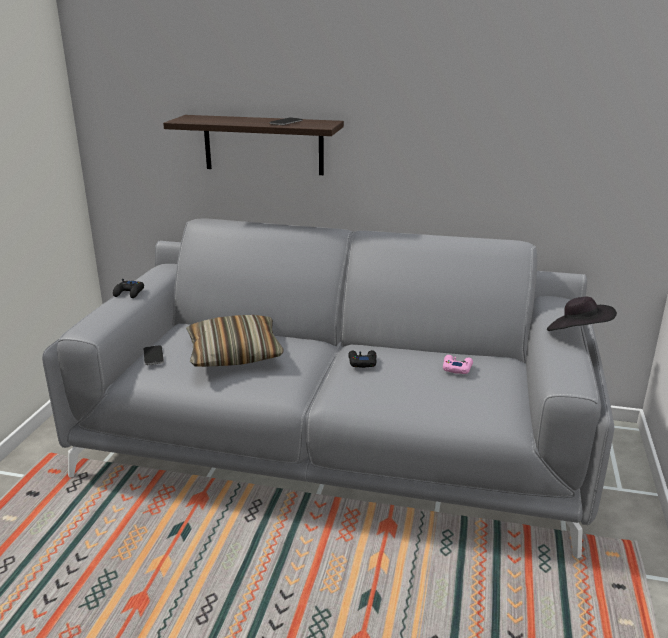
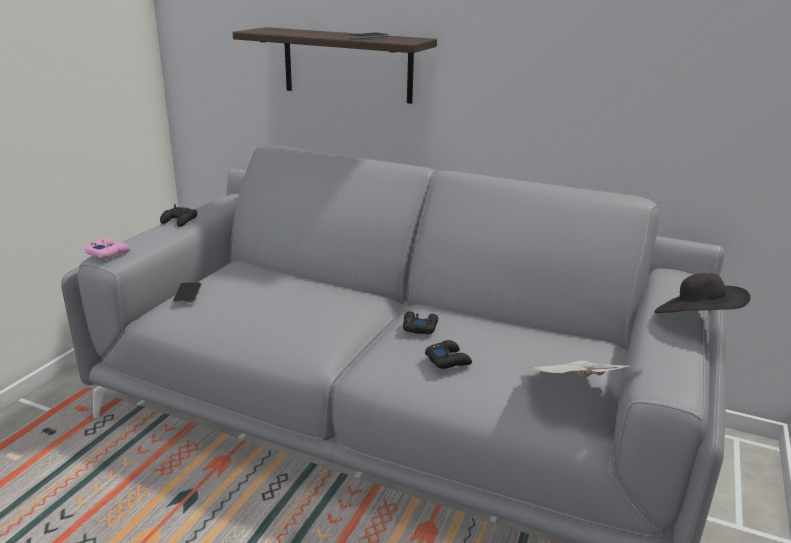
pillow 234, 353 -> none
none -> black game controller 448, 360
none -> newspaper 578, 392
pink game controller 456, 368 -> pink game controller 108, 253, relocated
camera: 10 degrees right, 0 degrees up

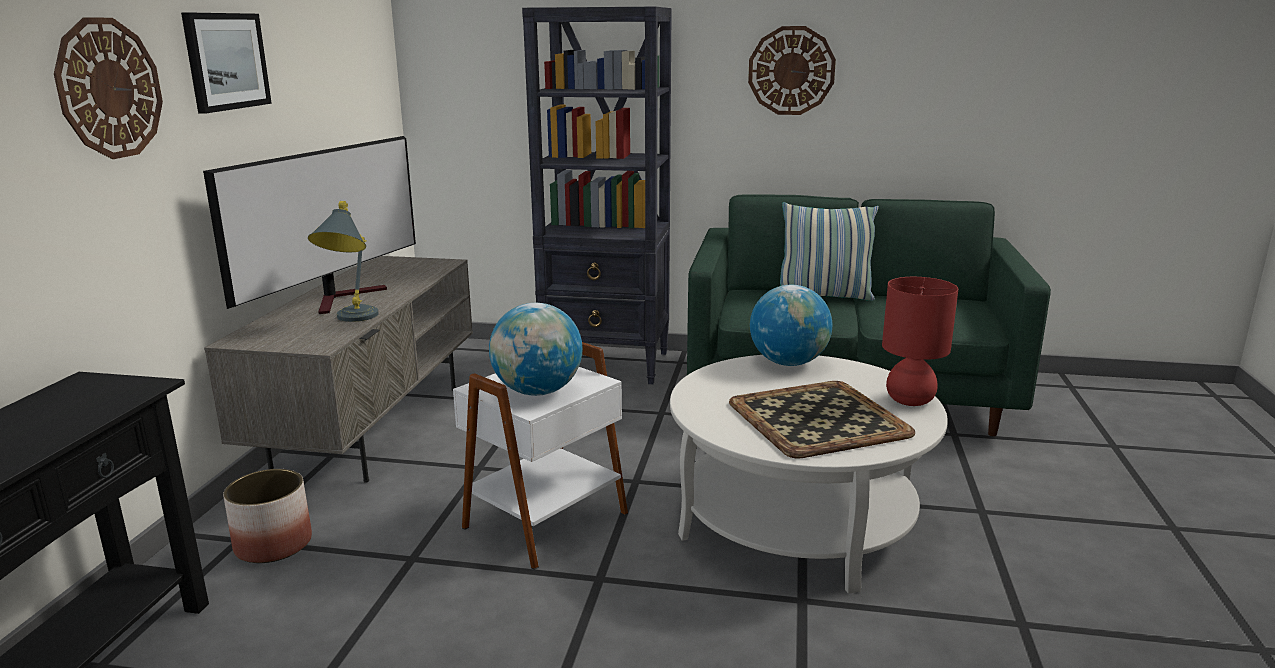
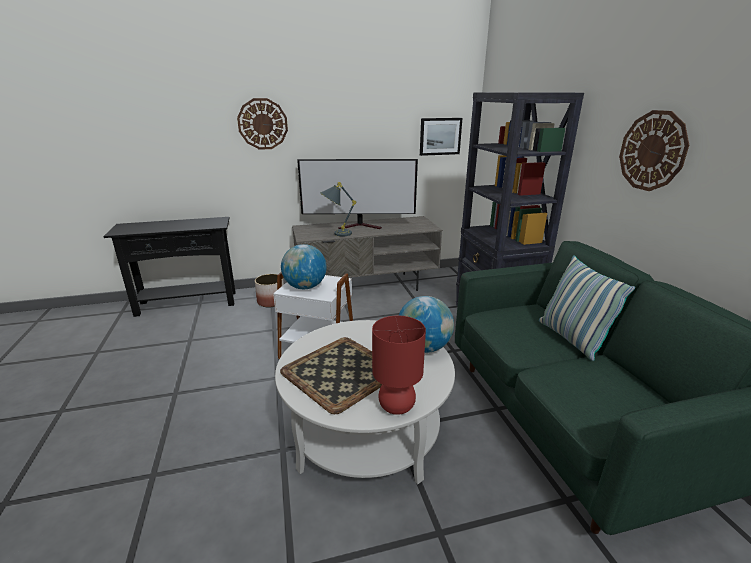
picture 226, 61 -> picture 440, 136, relocated
camera: 65 degrees right, 5 degrees up

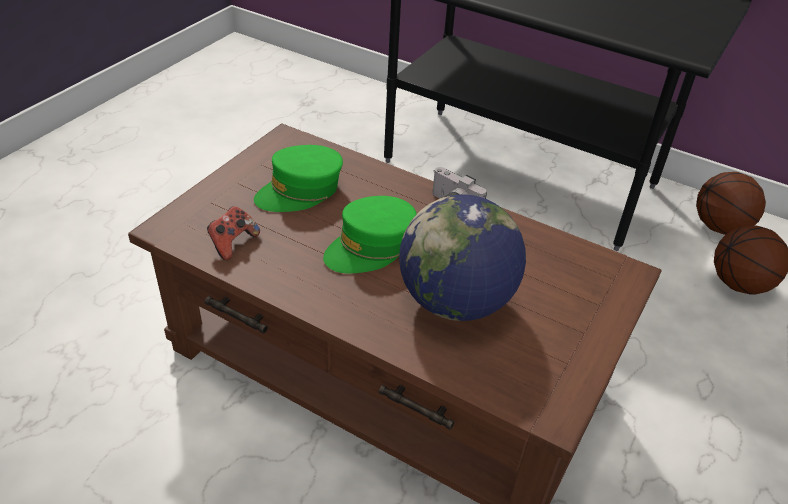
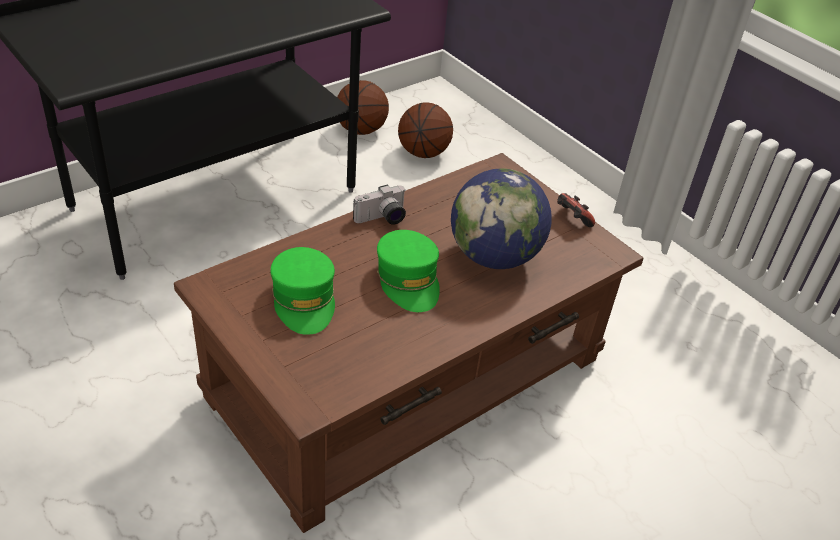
game controller 233, 243 -> game controller 571, 219, relocated
camera: 70 degrees left, 0 degrees up

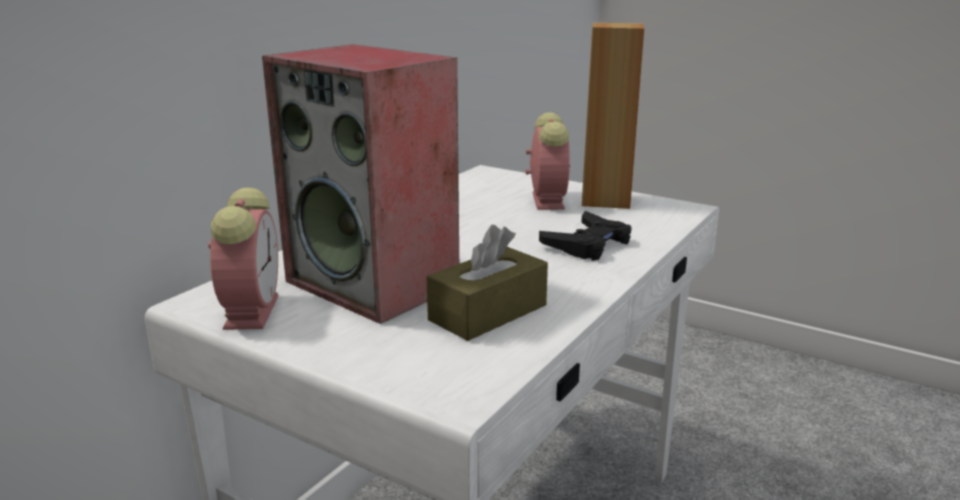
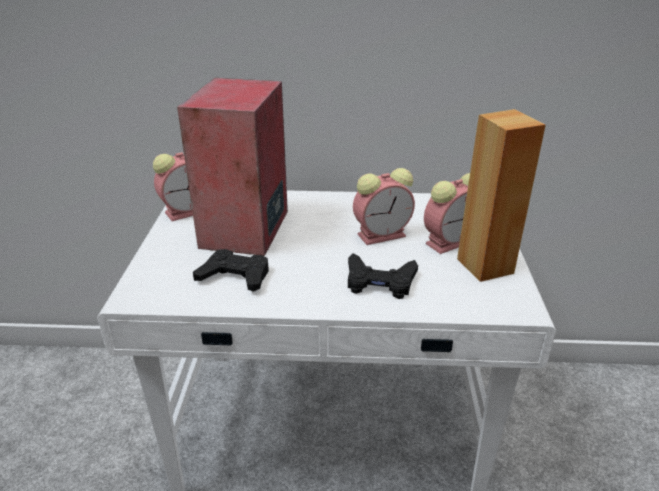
none -> alarm clock 383, 234
brown tissue box 488, 313 -> black game controller 235, 276
camera: 60 degrees right, 10 degrees up

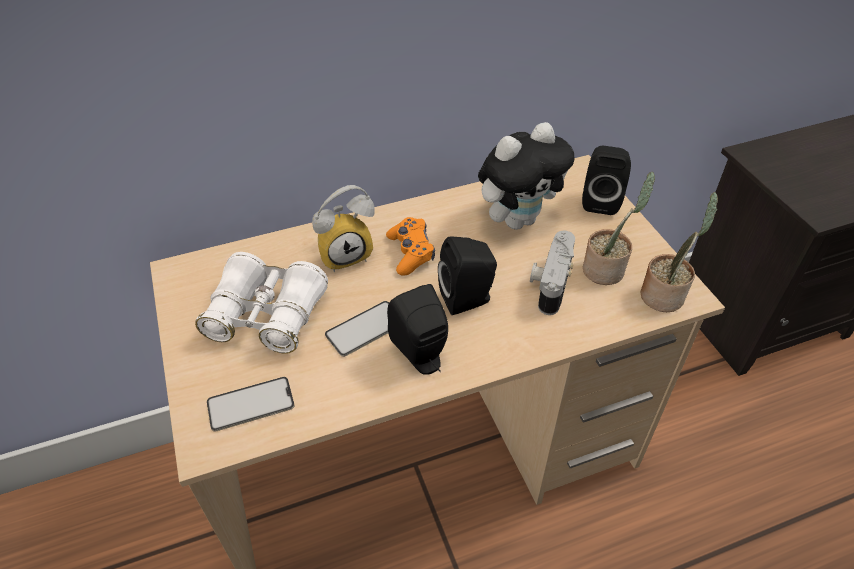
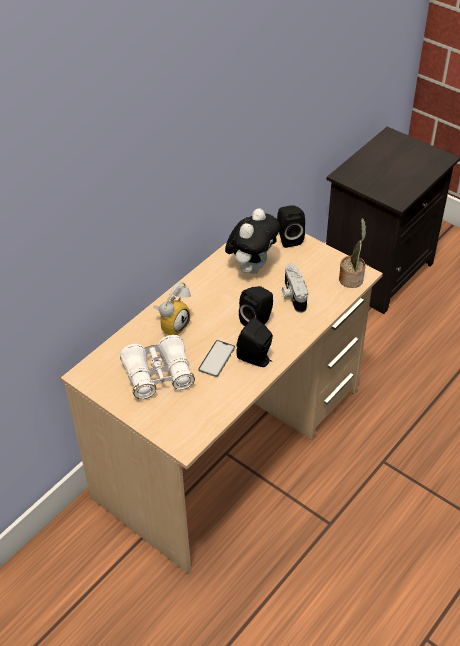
phone 250, 404 -> none
orange game controller 411, 252 -> none
potted plant 606, 269 -> none
camera: 30 degrees left, 0 degrees up

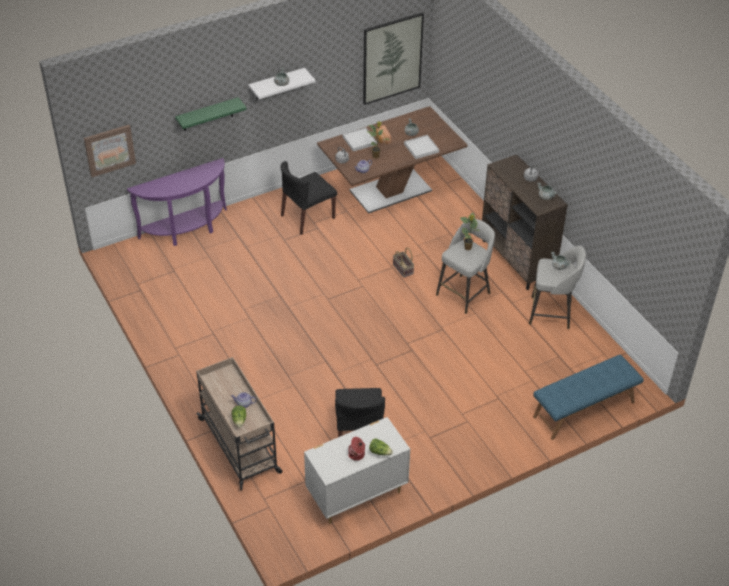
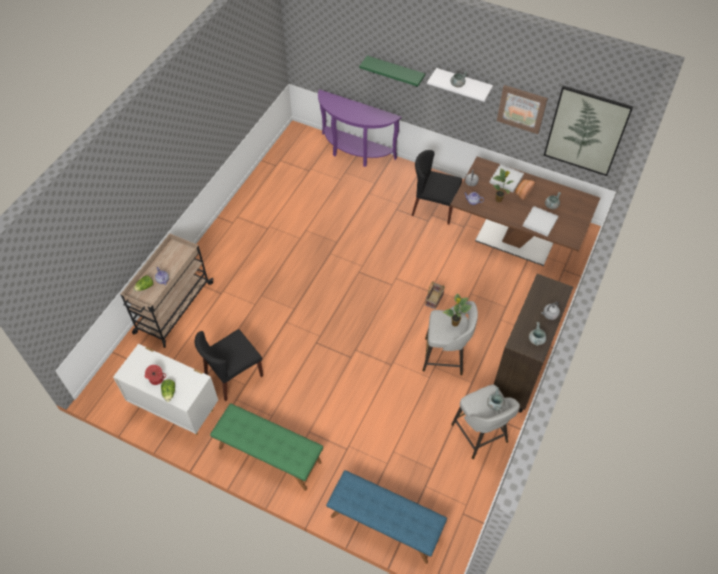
none -> green bench 269, 455
picture 109, 150 -> picture 521, 108, relocated
camera: 55 degrees right, 10 degrees up

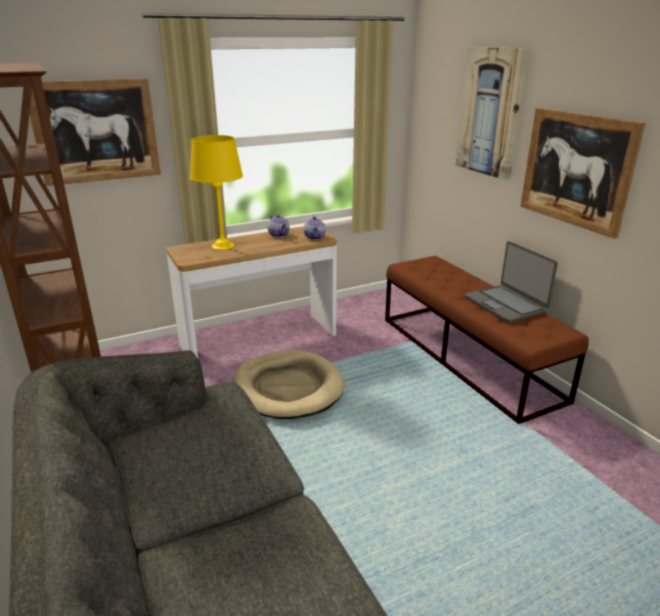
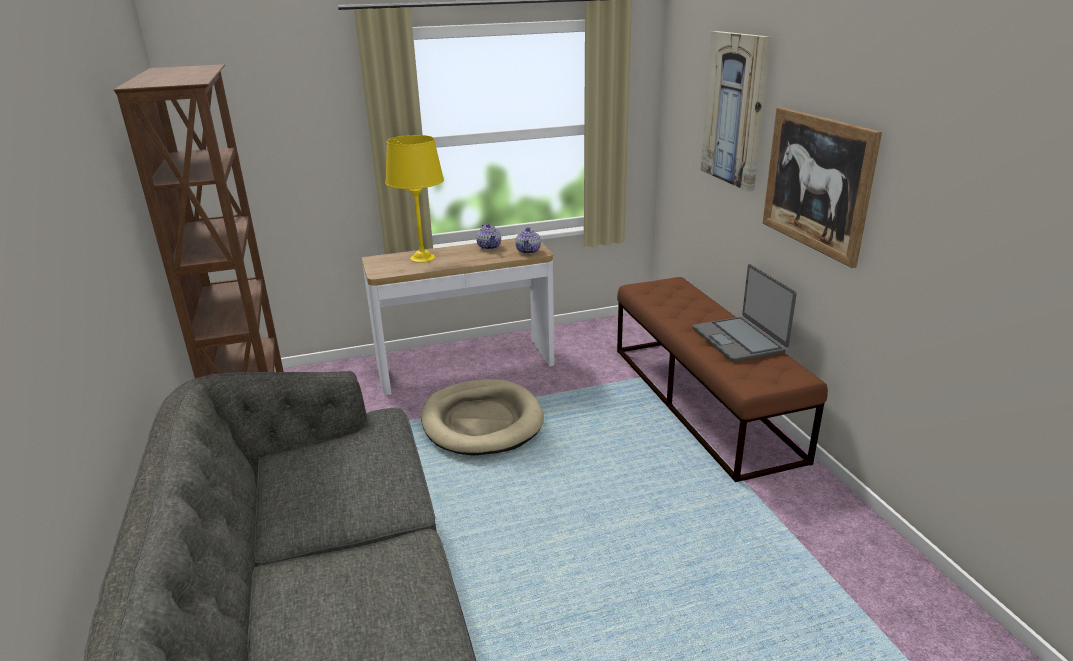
picture 96, 131 -> none
camera: 10 degrees right, 0 degrees up

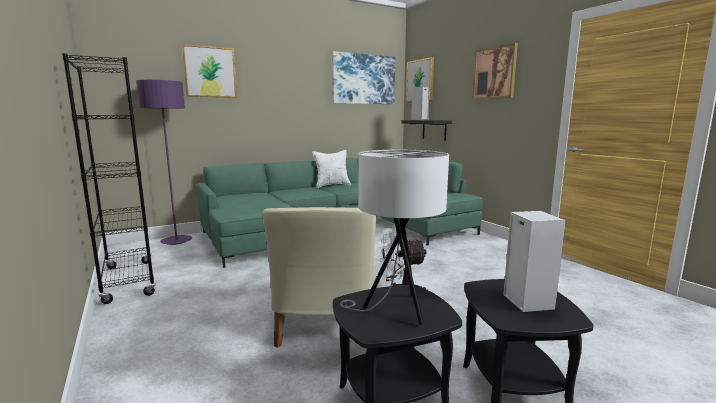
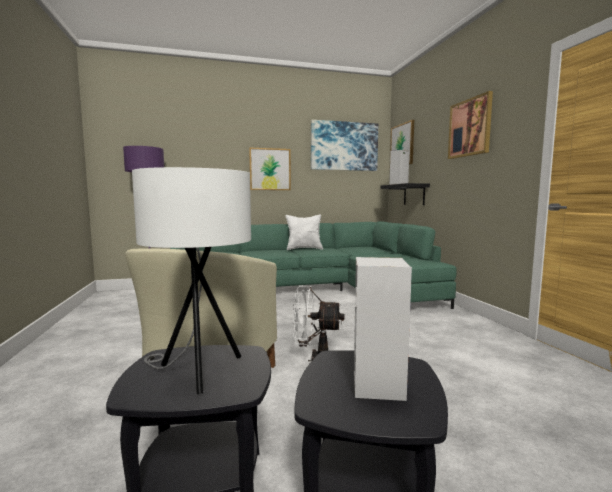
black bookcase 129, 281 -> none
picture 210, 72 -> picture 270, 169, relocated
camera: 15 degrees right, 5 degrees down

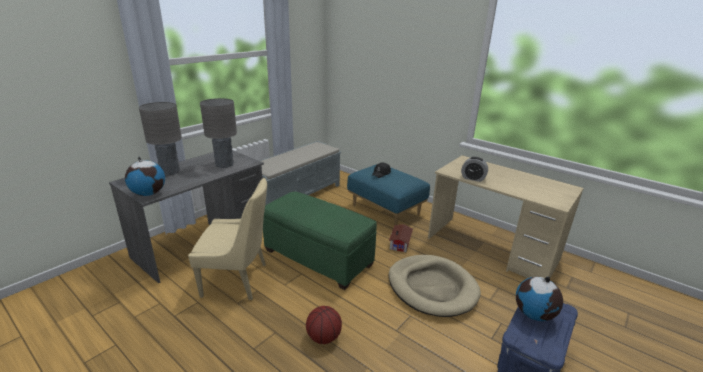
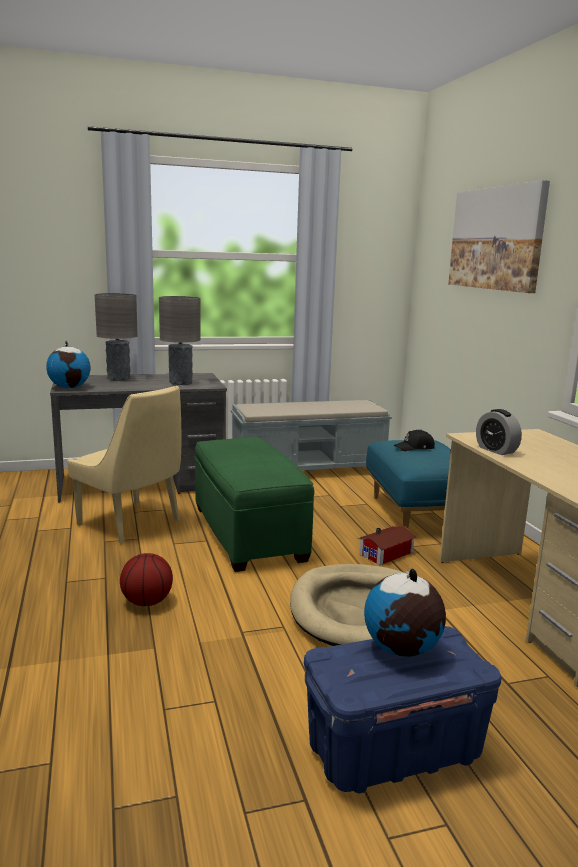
none -> picture 496, 239
camera: 35 degrees right, 10 degrees down

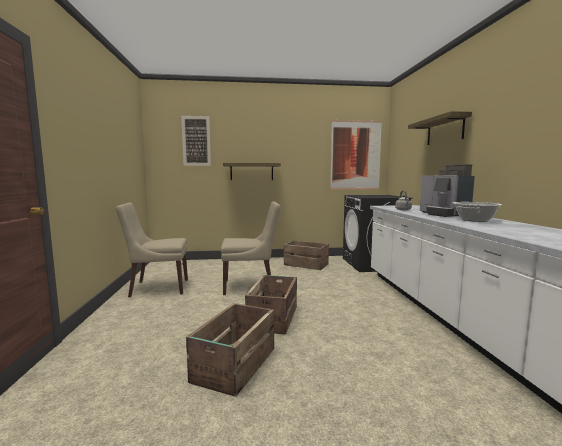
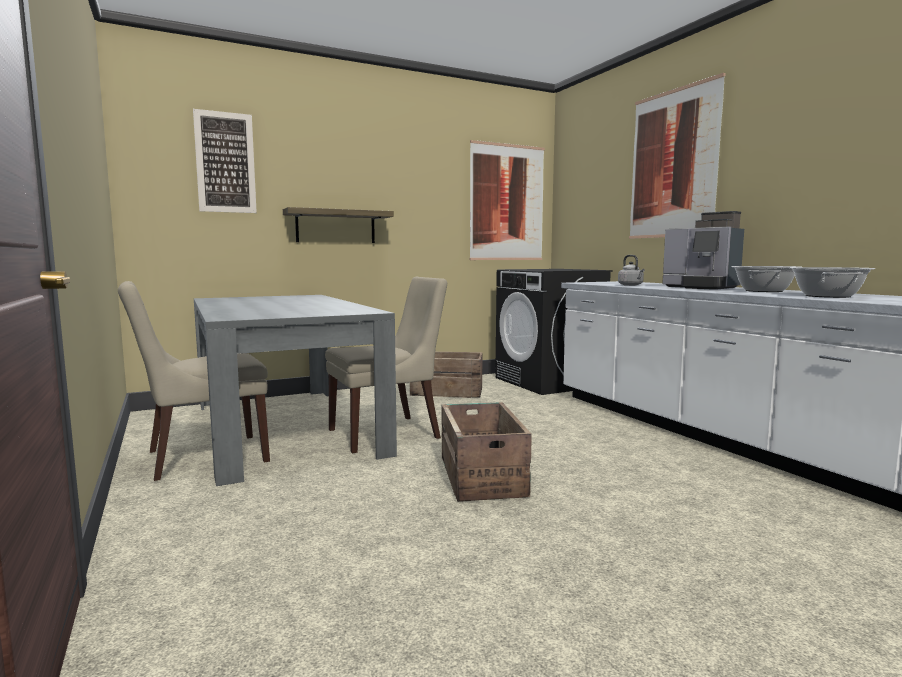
crate 233, 365 -> none
none -> grey dining table 284, 427
none -> cooking pot 827, 296
shelf 445, 130 -> picture 673, 164
camera: 20 degrees left, 0 degrees up

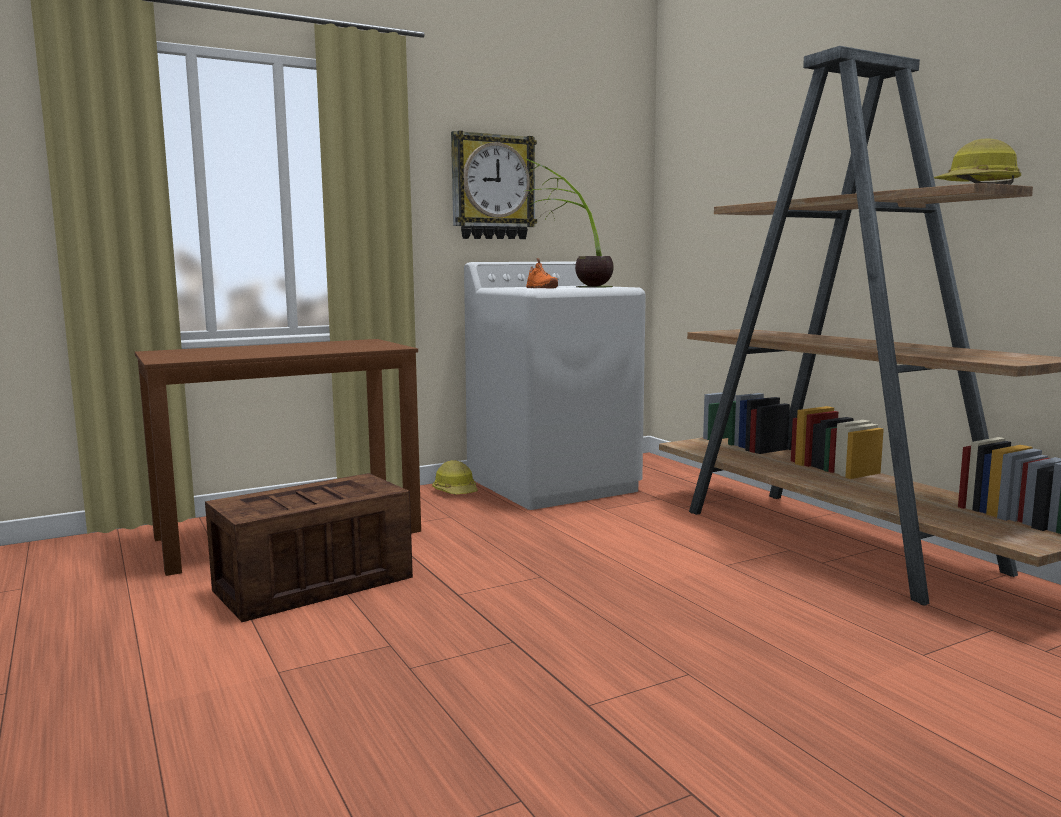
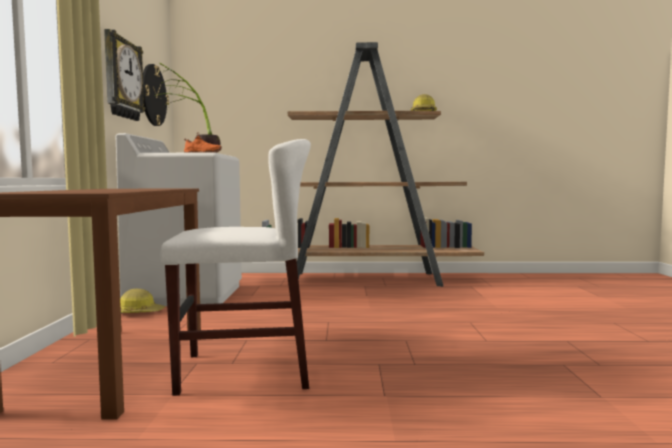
none -> wall clock 153, 95
crate 311, 584 -> white chair 244, 370
camera: 60 degrees left, 5 degrees down

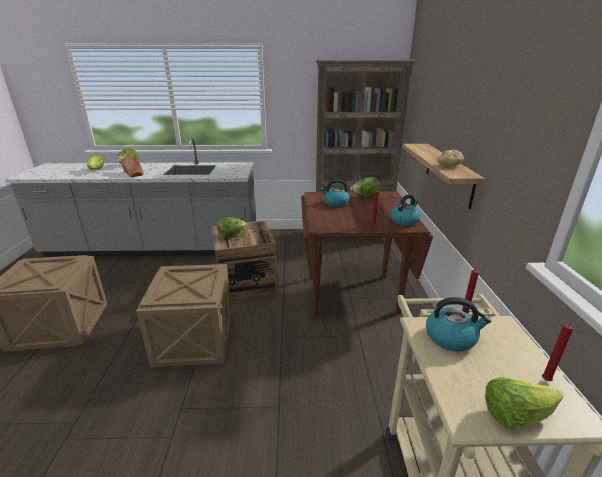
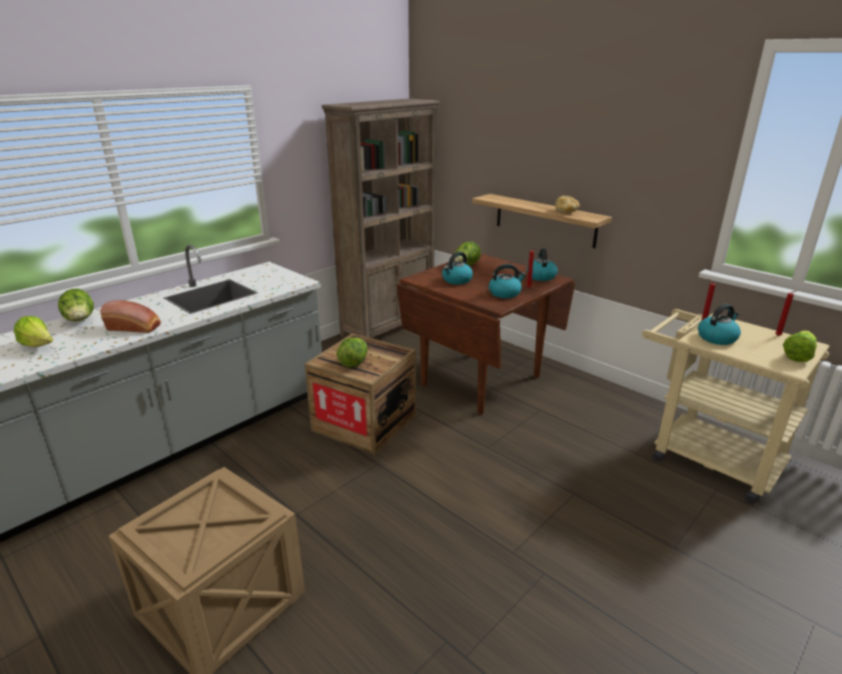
crate 195, 338 -> none
none -> kettle 505, 293
camera: 45 degrees left, 0 degrees up

